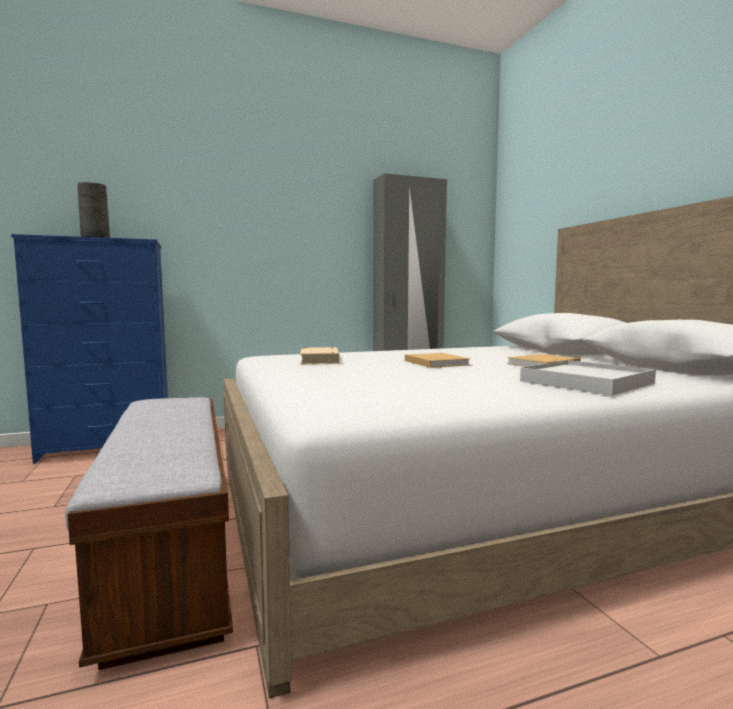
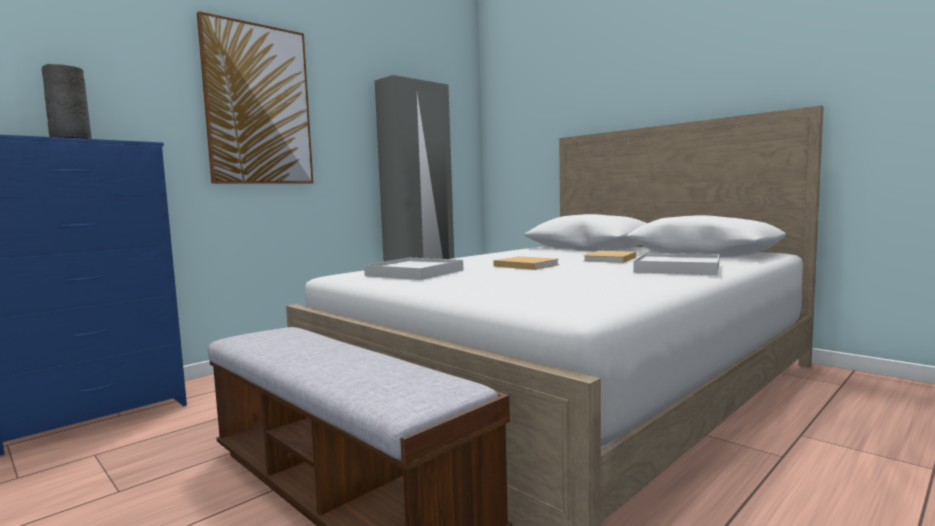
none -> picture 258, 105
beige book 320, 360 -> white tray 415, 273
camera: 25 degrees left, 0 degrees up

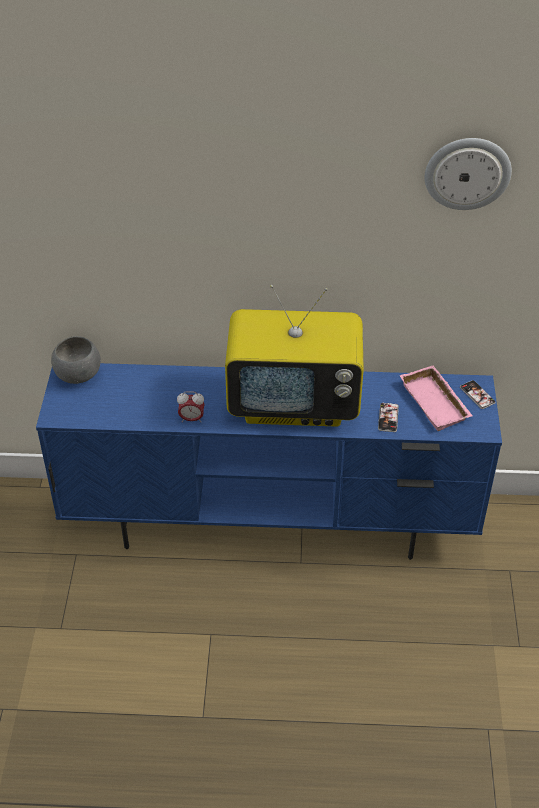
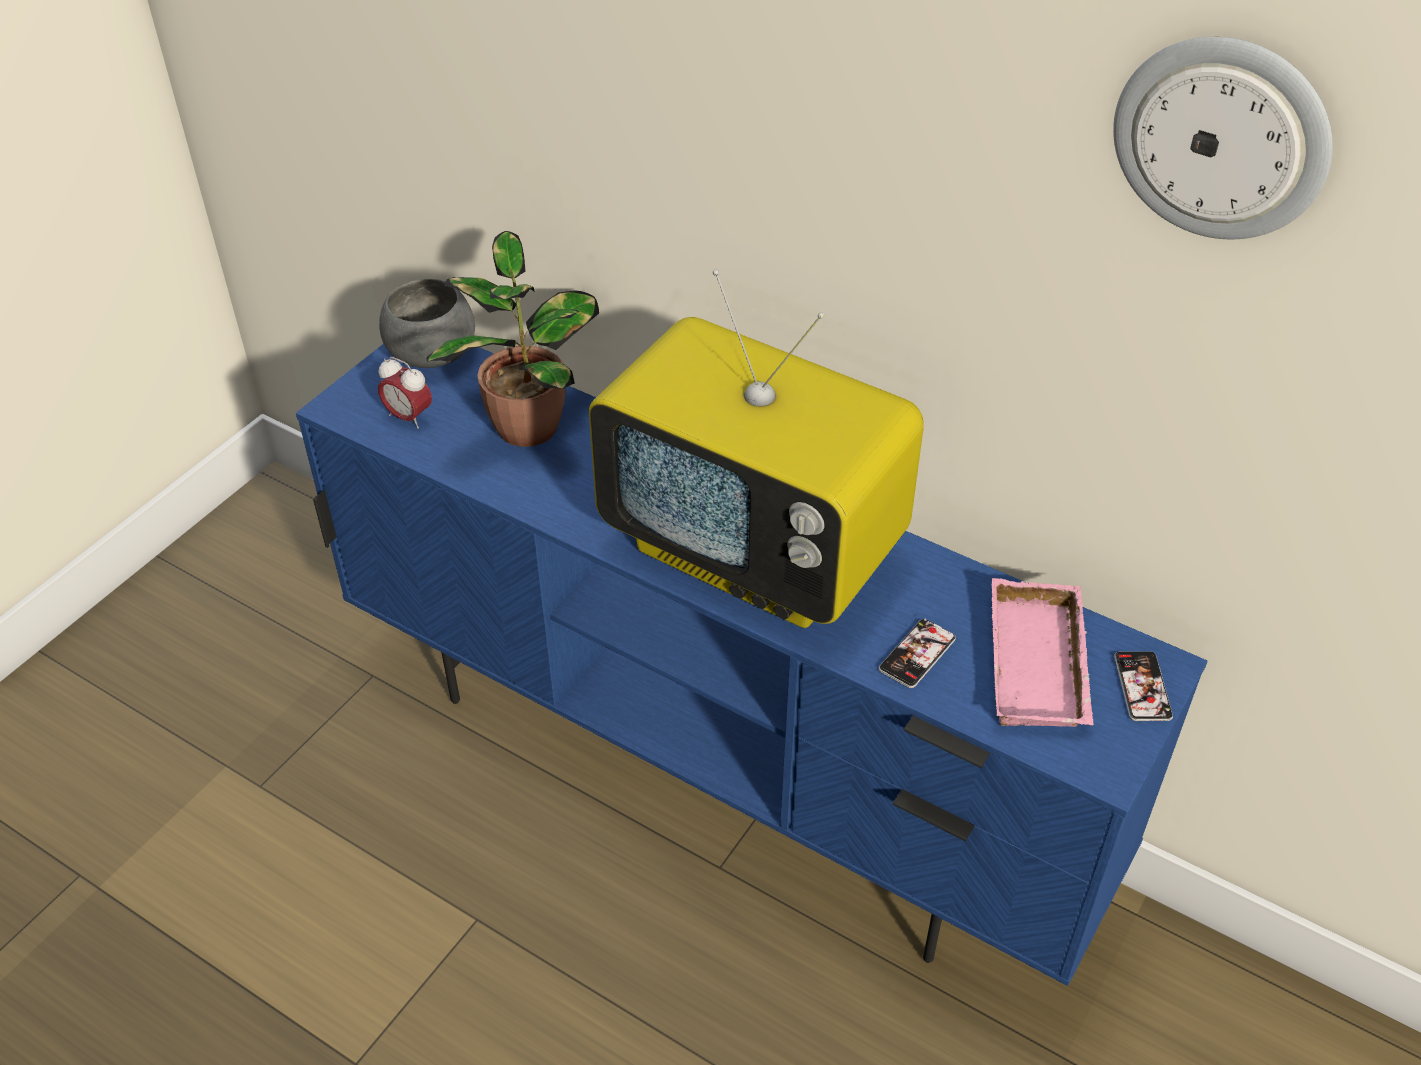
none -> potted plant 526, 423
alarm clock 191, 419 -> alarm clock 408, 417, relocated
camera: 30 degrees right, 0 degrees up

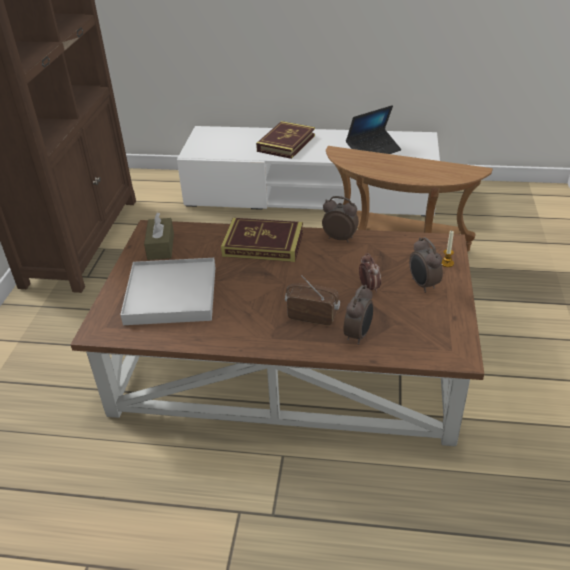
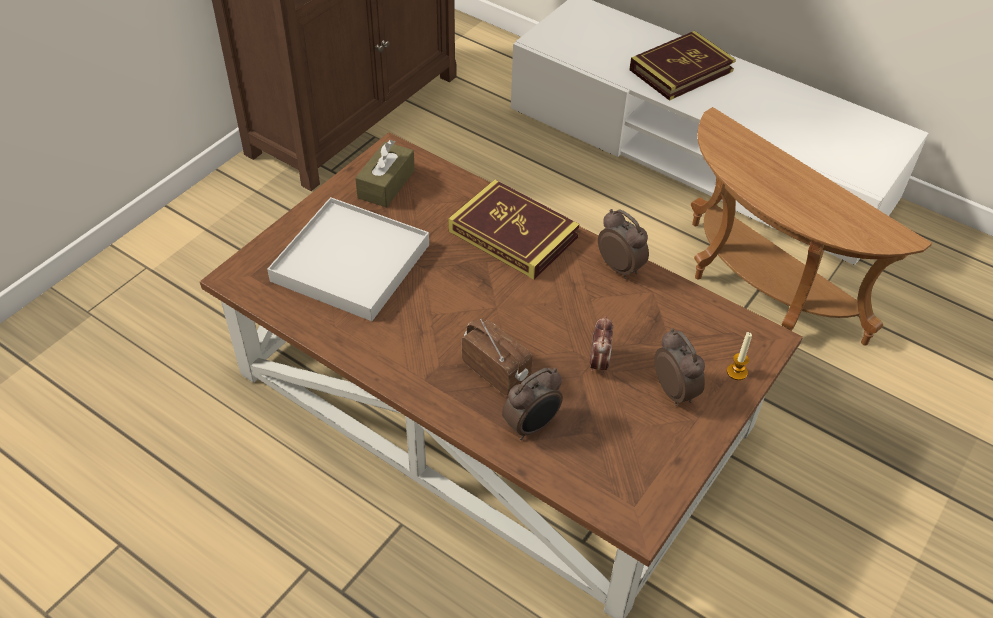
laptop 373, 150 -> none
alarm clock 422, 285 -> alarm clock 675, 391, 150 degrees clockwise
camera: 25 degrees right, 10 degrees up

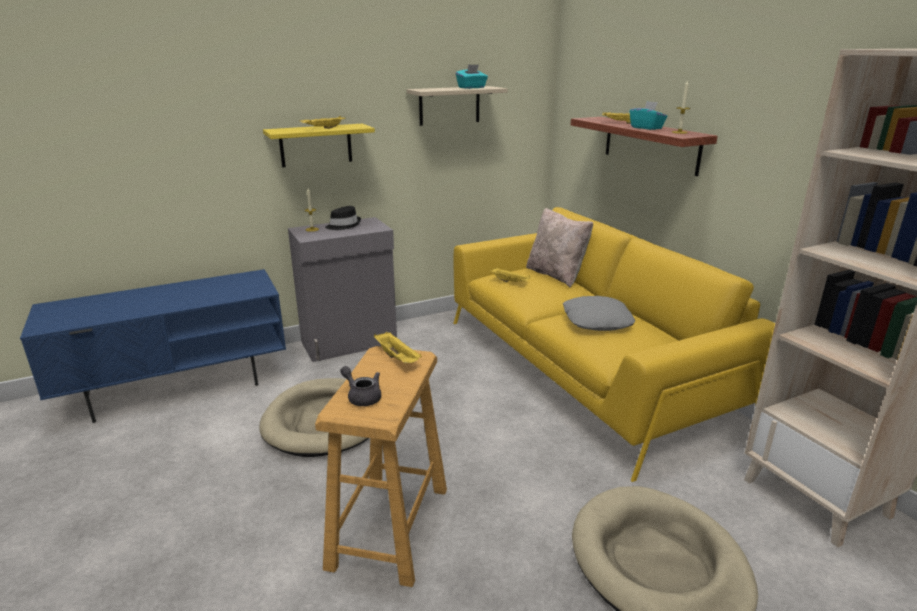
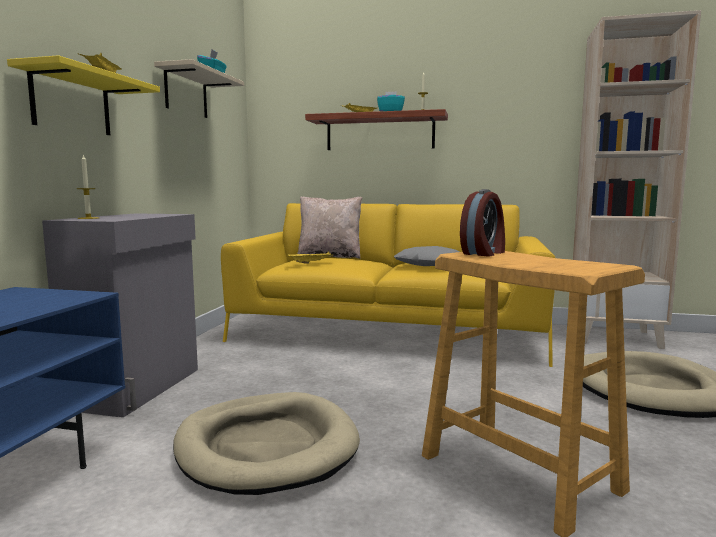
black hat 343, 225 -> none
grey teapot 362, 397 -> none
yellow tray 398, 358 -> alarm clock 484, 253
camera: 50 degrees left, 15 degrees down

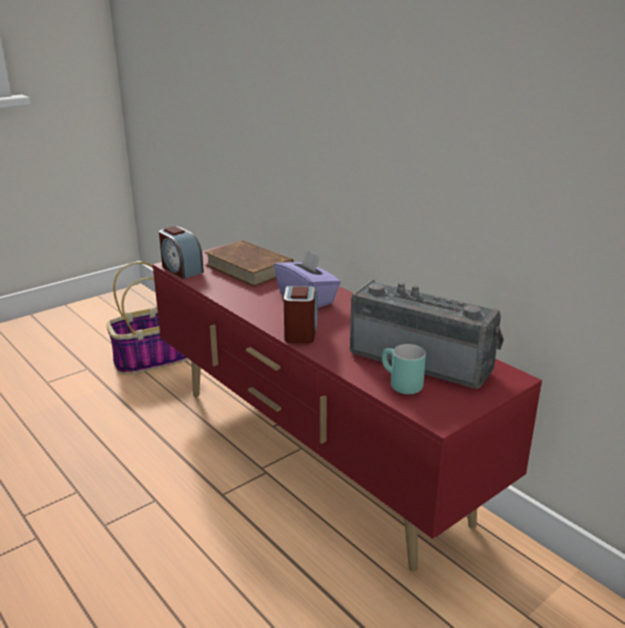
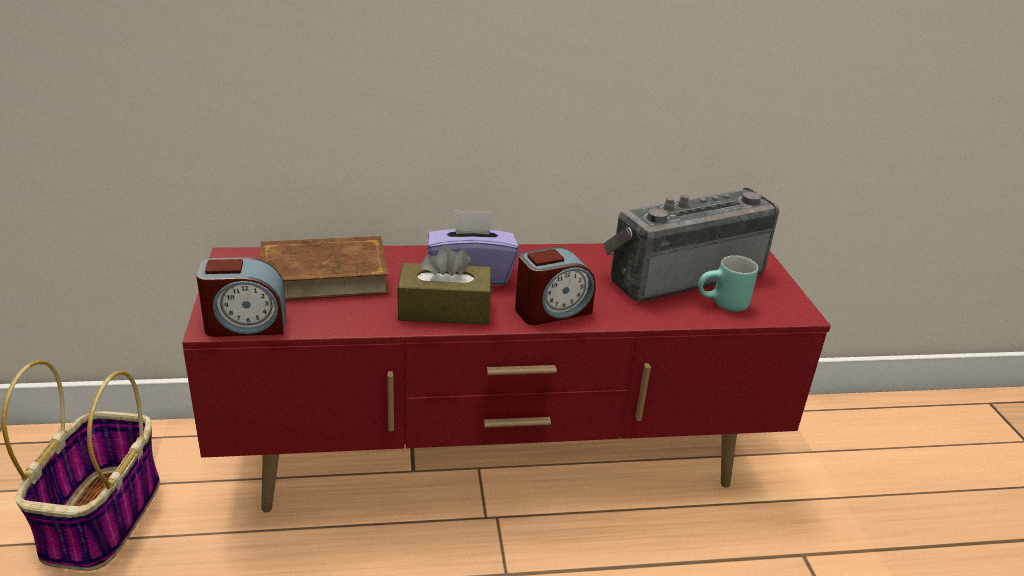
none -> brown tissue box 444, 310
alarm clock 301, 331 -> alarm clock 552, 310, 120 degrees clockwise
camera: 60 degrees left, 5 degrees up

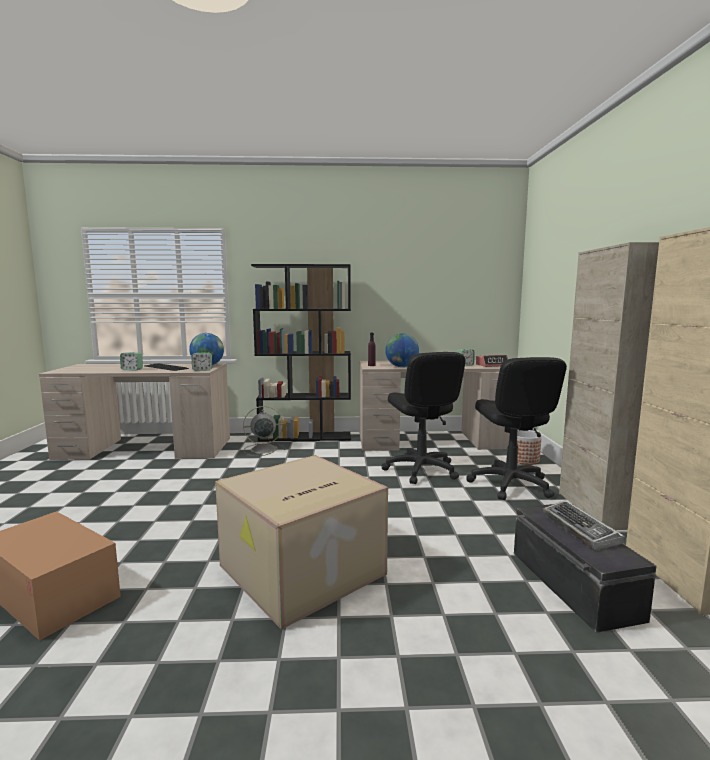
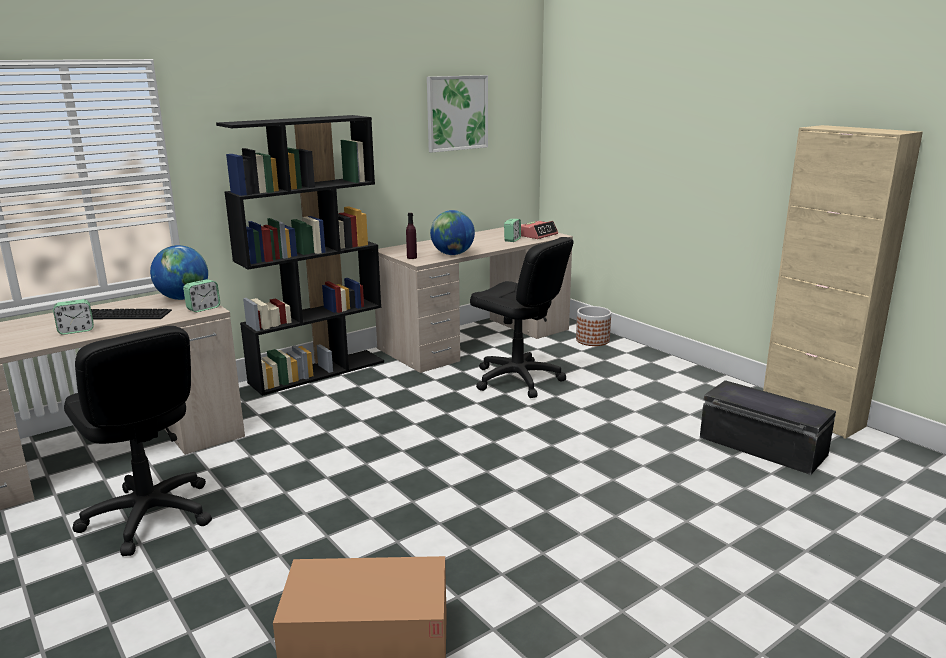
cardboard box 301, 571 -> none
grey fan 262, 449 -> none
keyboard 581, 530 -> none
beige cabinet 595, 510 -> none
none -> picture 457, 113
black office chair 510, 485 -> black office chair 149, 516, relocated
camera: 35 degrees left, 10 degrees up

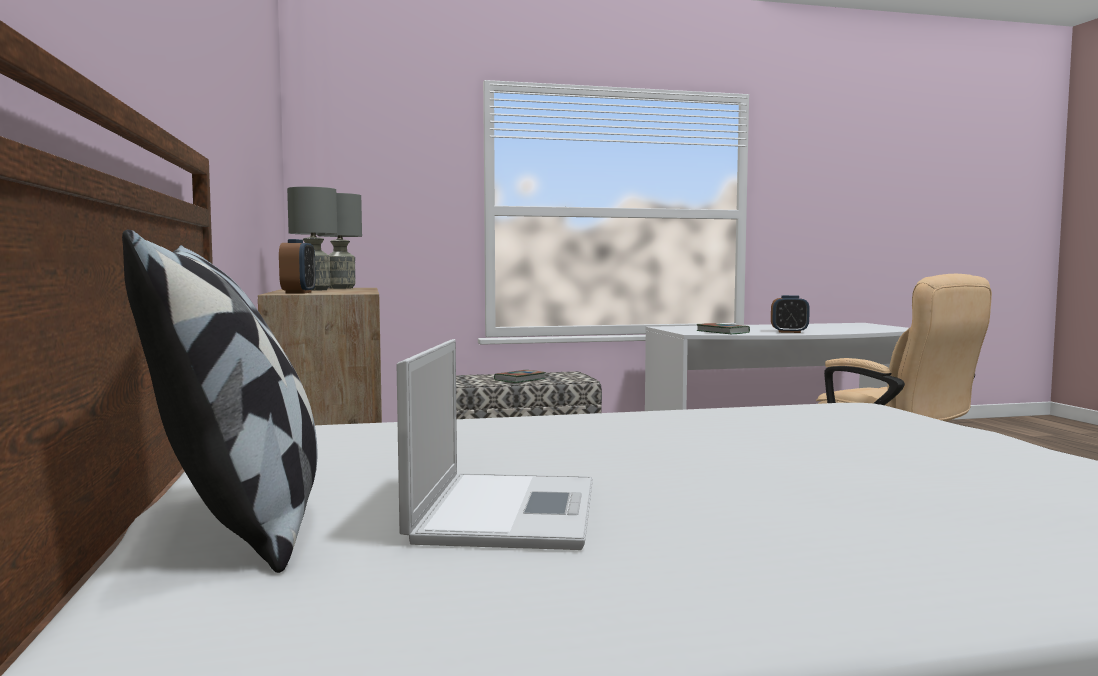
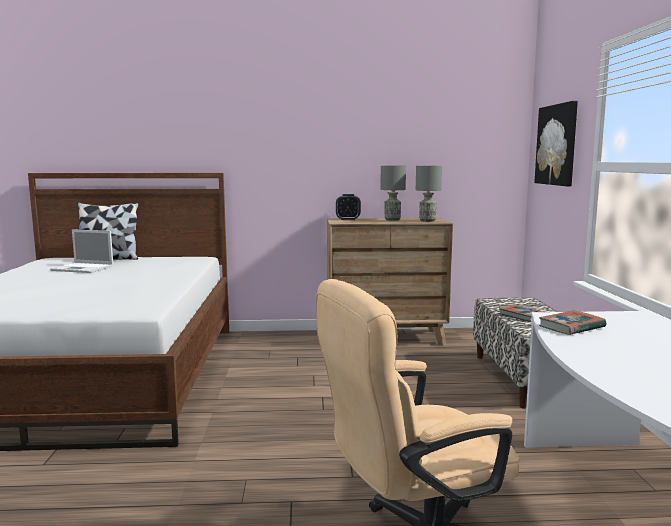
alarm clock 789, 332 -> none
none -> picture 557, 145
camera: 100 degrees right, 5 degrees up

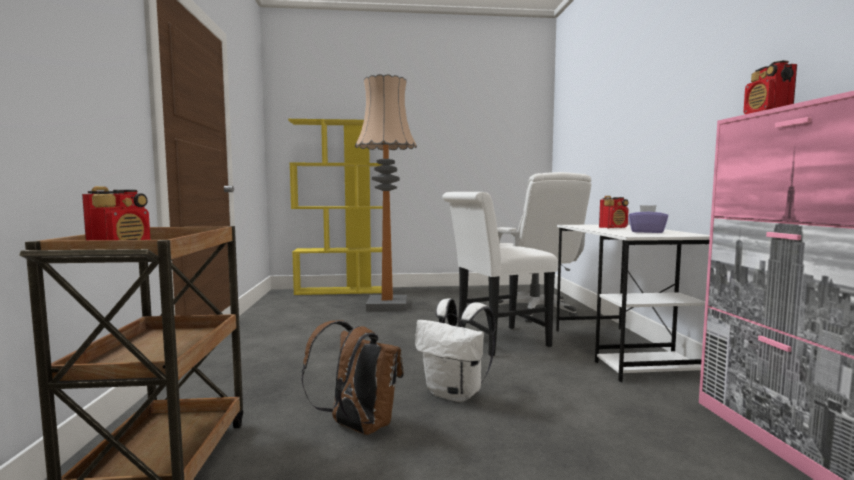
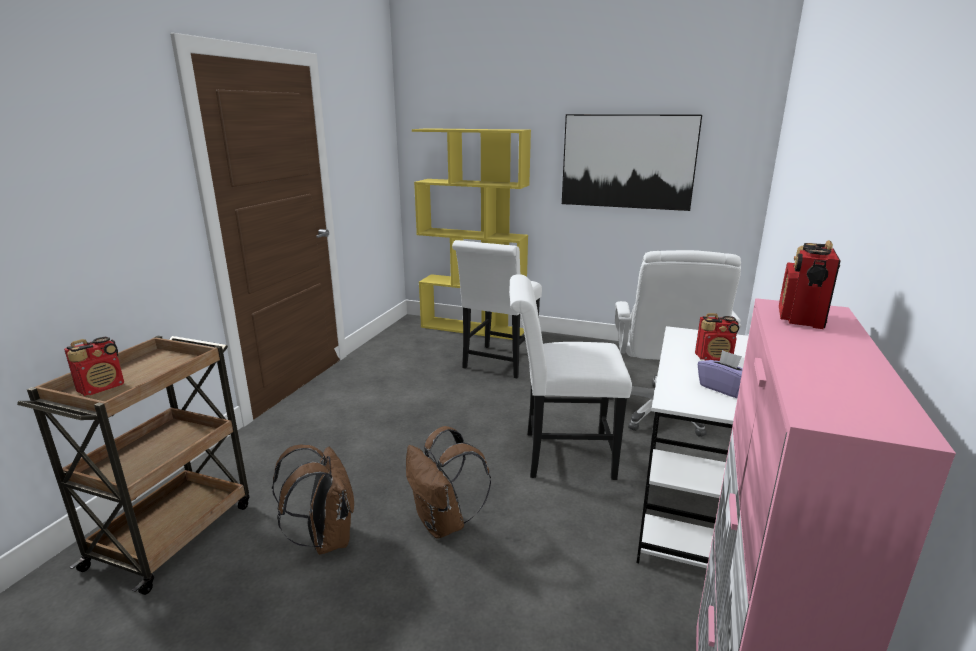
none -> picture 627, 162
floor lamp 387, 305 -> white chair 498, 364
white backpack 456, 393 -> brown backpack 444, 523
camera: 25 degrees right, 15 degrees up

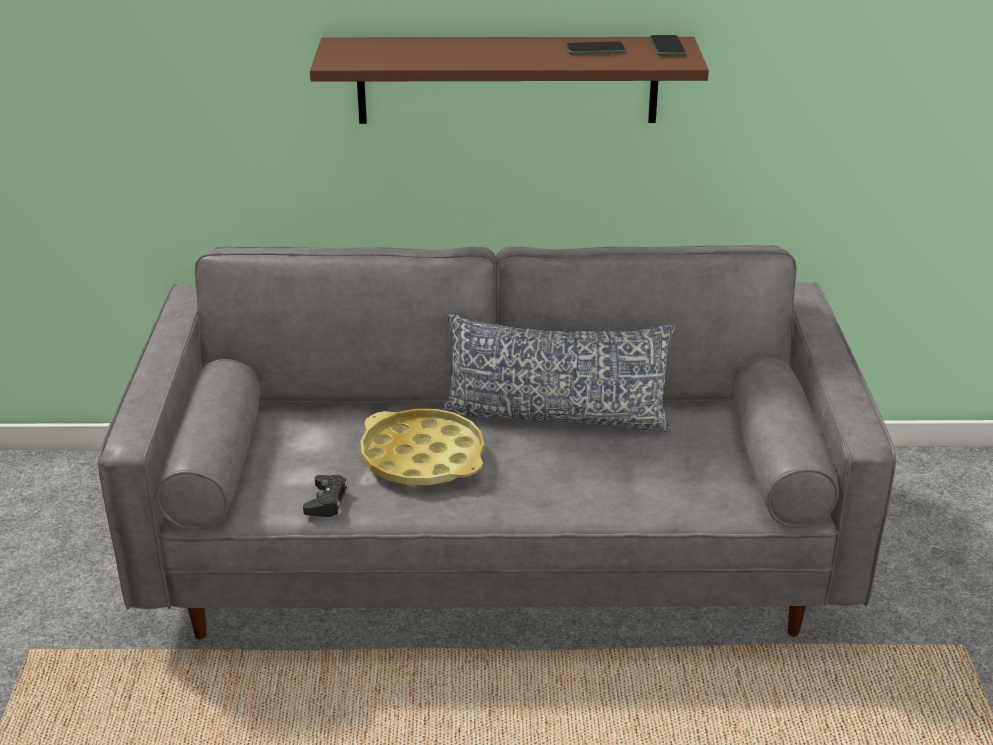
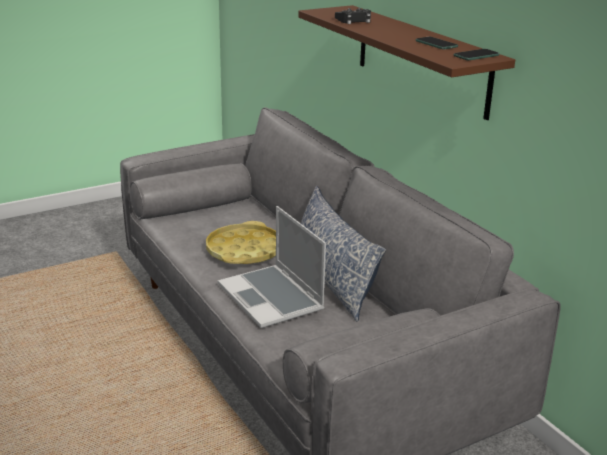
none -> laptop 272, 298
black game controller 327, 502 -> black game controller 354, 21, relocated
camera: 60 degrees right, 5 degrees down

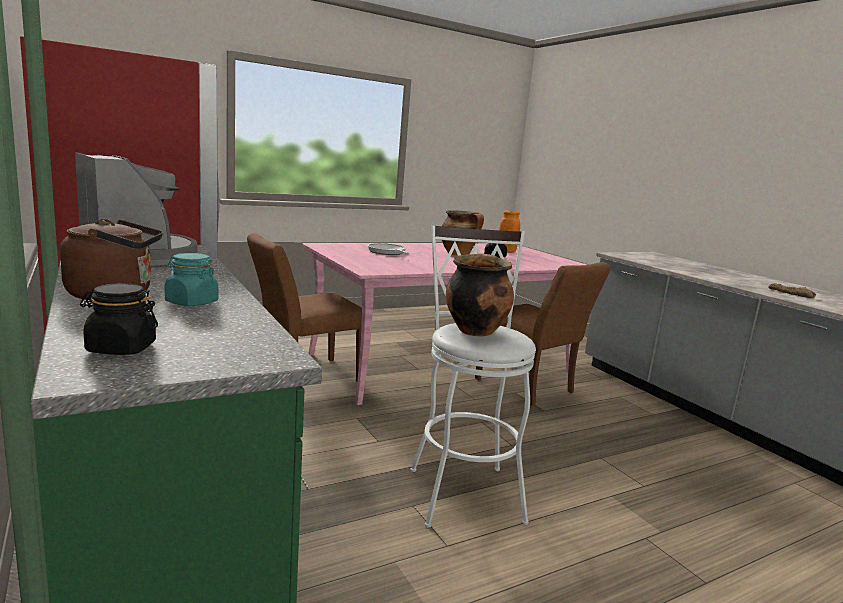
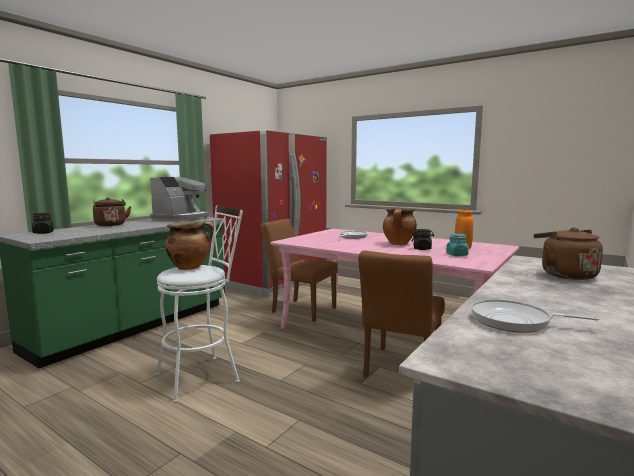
none -> brown kettle 565, 275
turquoise jar 191, 302 -> turquoise jar 456, 255, relocated
bread 790, 293 -> frying pan 515, 321
camera: 65 degrees right, 5 degrees down

